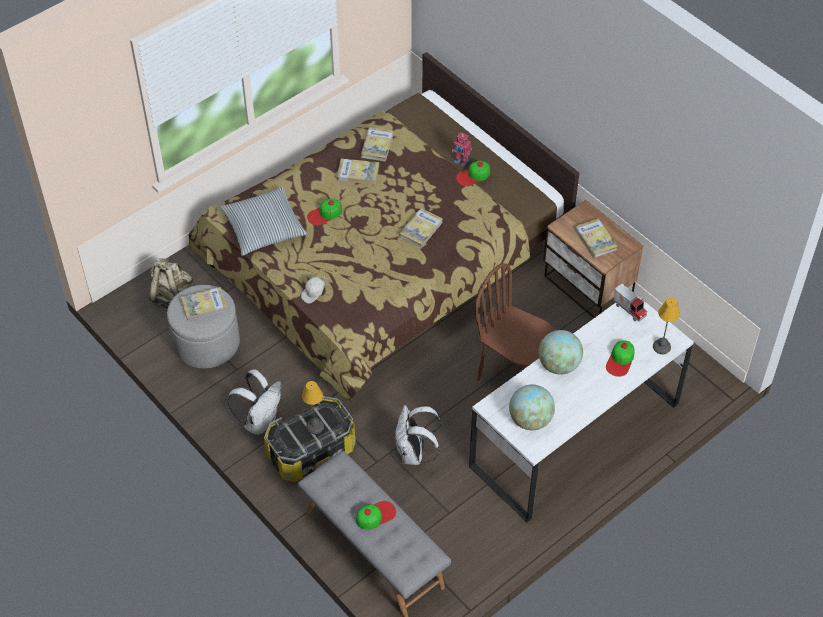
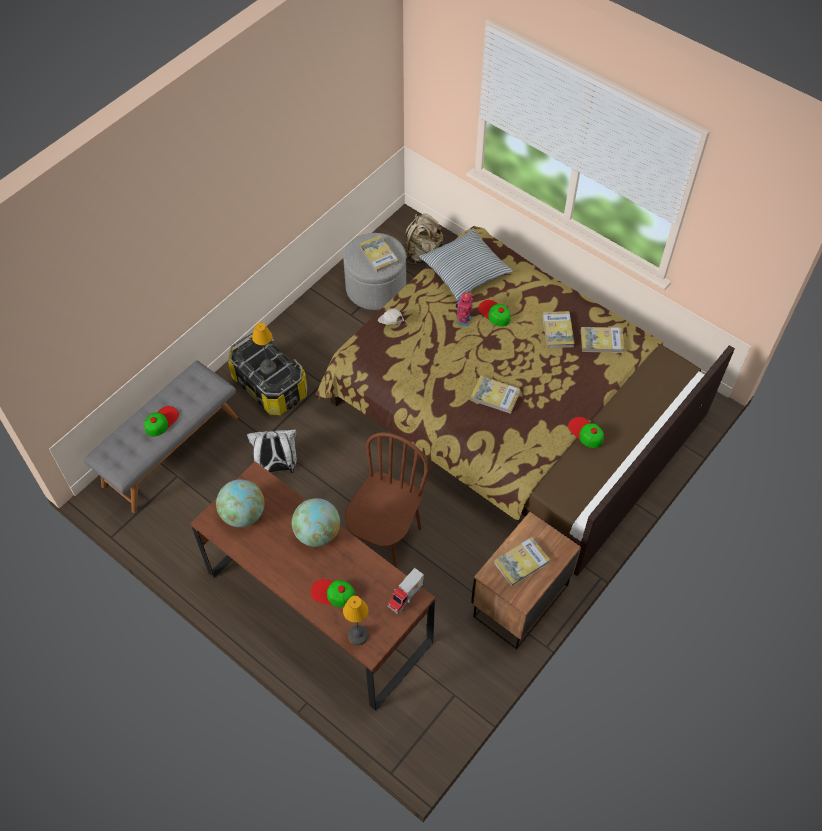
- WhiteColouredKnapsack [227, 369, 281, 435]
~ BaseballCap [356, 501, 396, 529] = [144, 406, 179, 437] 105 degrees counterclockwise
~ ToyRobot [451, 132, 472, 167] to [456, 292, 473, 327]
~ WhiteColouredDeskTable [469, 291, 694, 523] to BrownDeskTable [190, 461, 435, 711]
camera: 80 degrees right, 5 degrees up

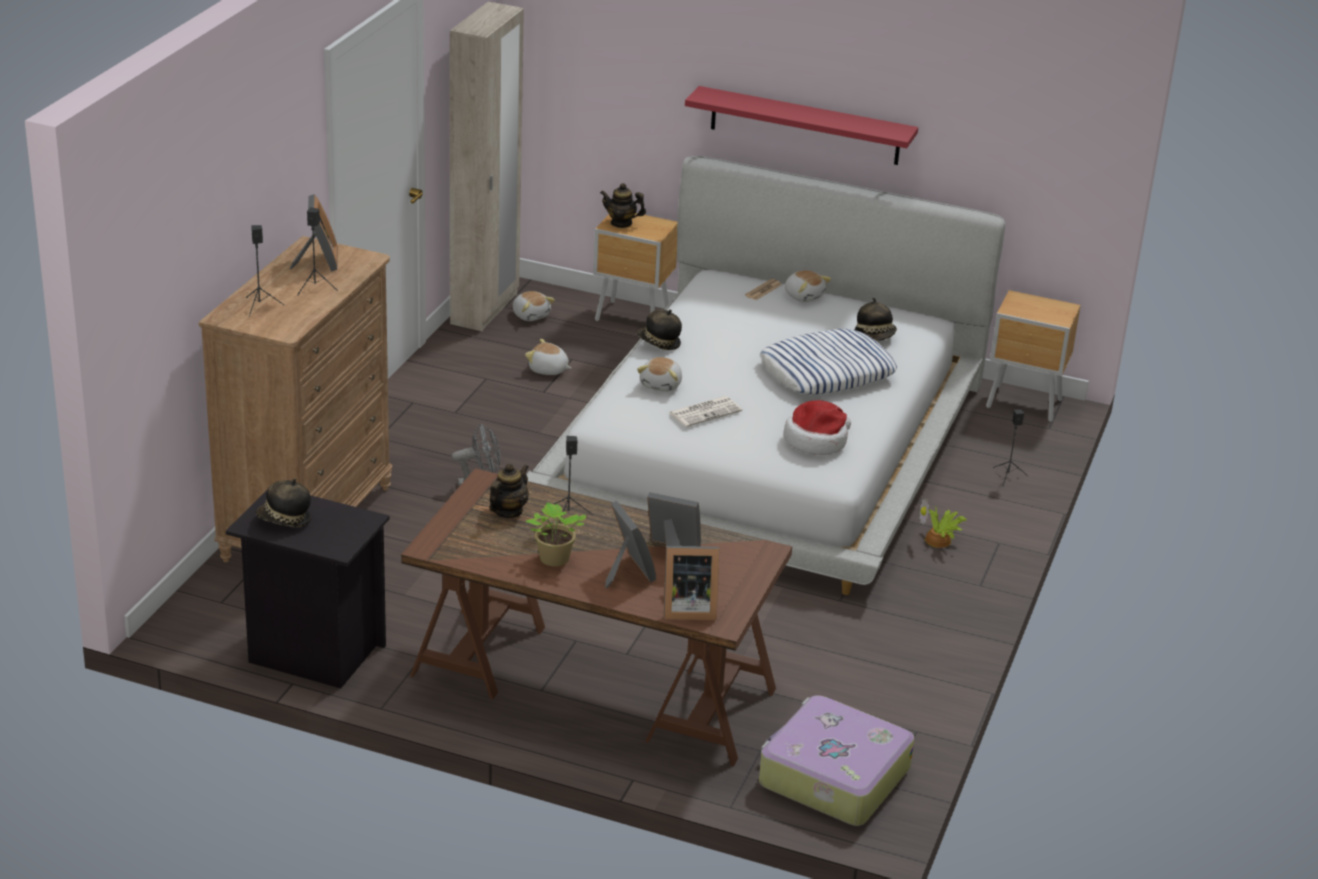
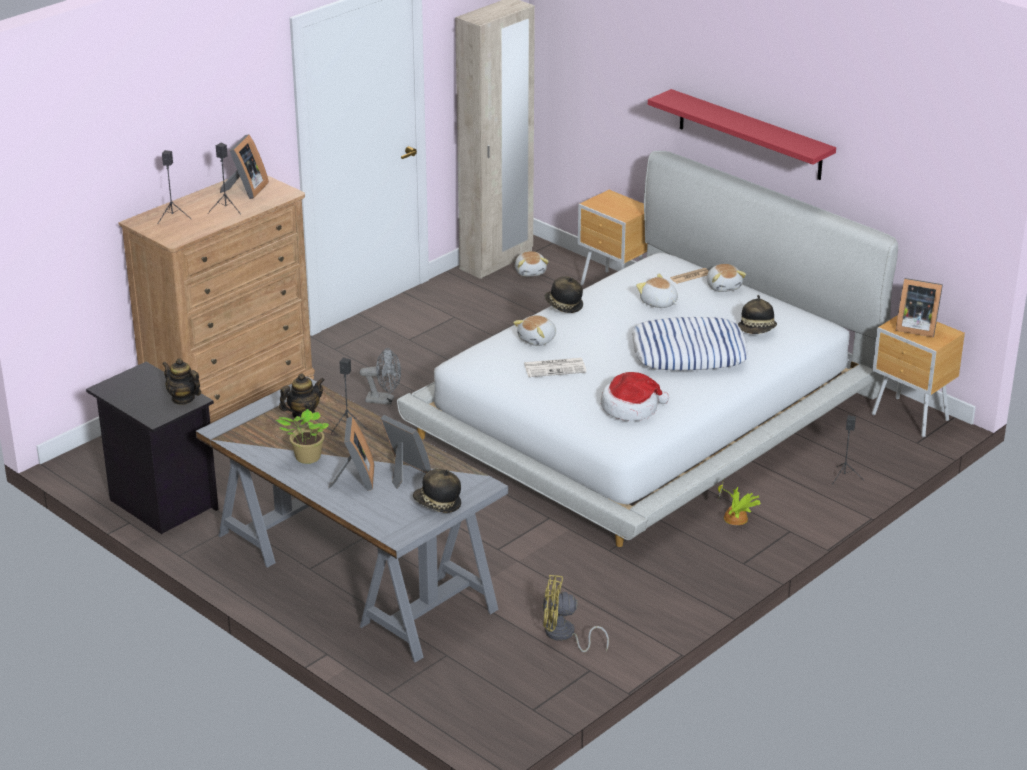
~ WearableHat [256, 479, 311, 527] to [413, 469, 461, 513]
~ BrownDeskTable [401, 468, 792, 766] to GrayDeskTable [196, 376, 508, 663]
~ PlushToy [525, 339, 571, 375] to [636, 274, 678, 308]
~ Teapot [600, 183, 646, 228] to [162, 358, 201, 405]
~ PhotoFrame [664, 546, 719, 620] to [896, 278, 943, 337]
- PieceOfLuggage [759, 695, 915, 826]
+ YellowColouredElectricFan [543, 575, 609, 652]
camera: 25 degrees right, 0 degrees up

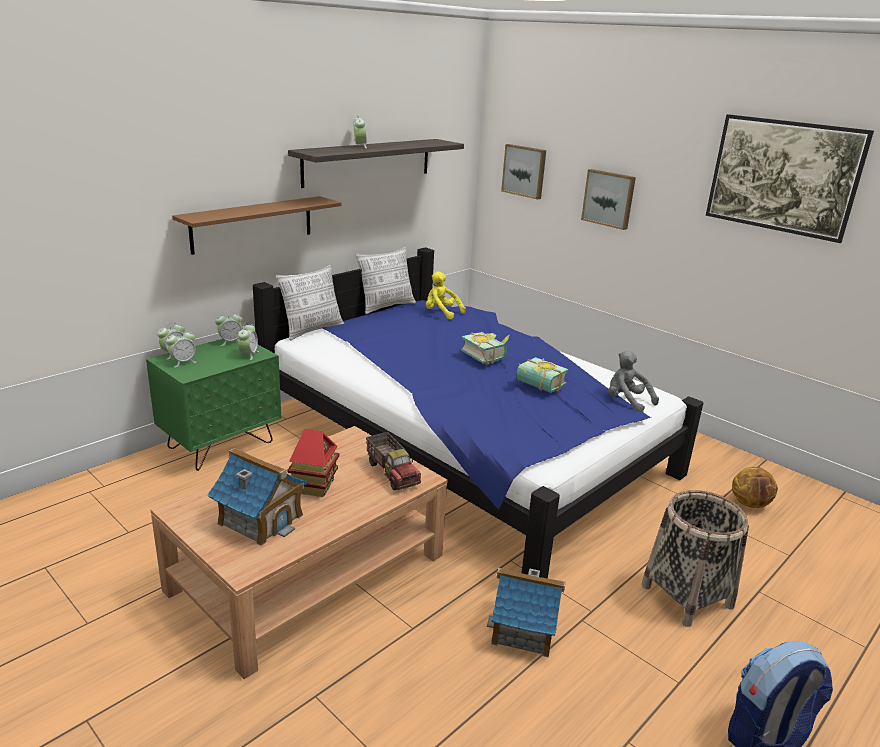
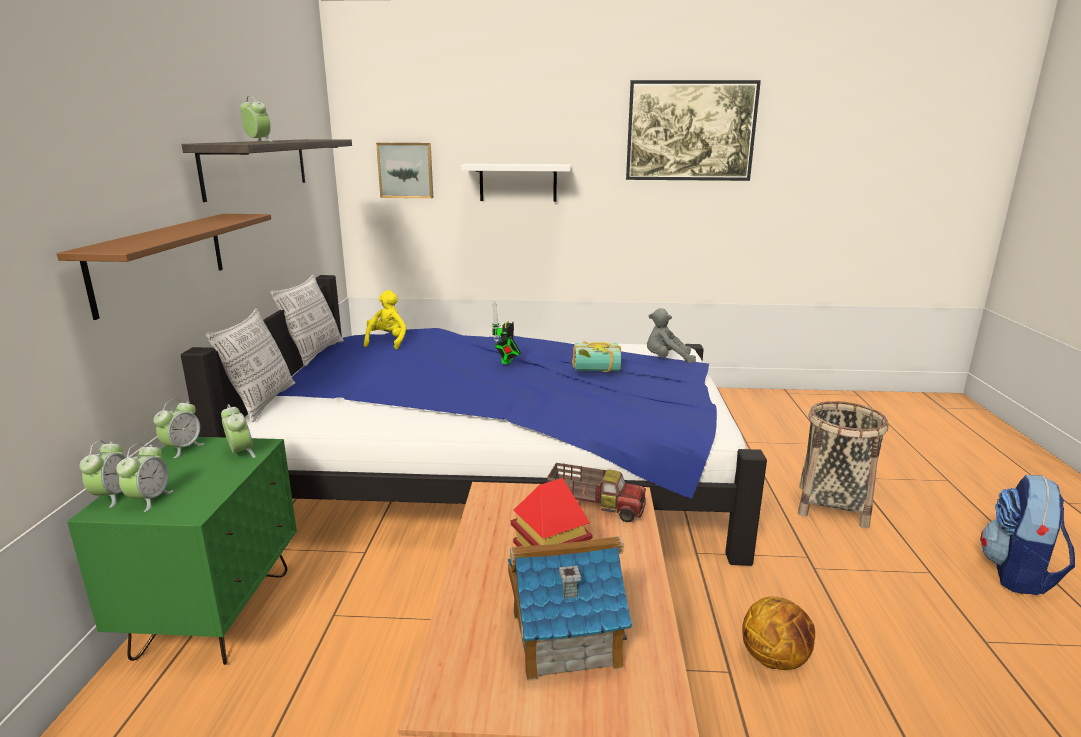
~ YellowColouredPlushToy [426, 271, 466, 319] = [364, 290, 406, 349] 105 degrees clockwise
~ Volume [461, 332, 510, 365] to ToyRobot [491, 302, 521, 364]
- ModelHouse [487, 568, 565, 657]
~ Picture [581, 169, 636, 230] to WhiteColouredShelf [461, 163, 571, 202]
~ BallForBasketball [732, 467, 778, 508] to [742, 596, 815, 670]
camera: 40 degrees left, 5 degrees down

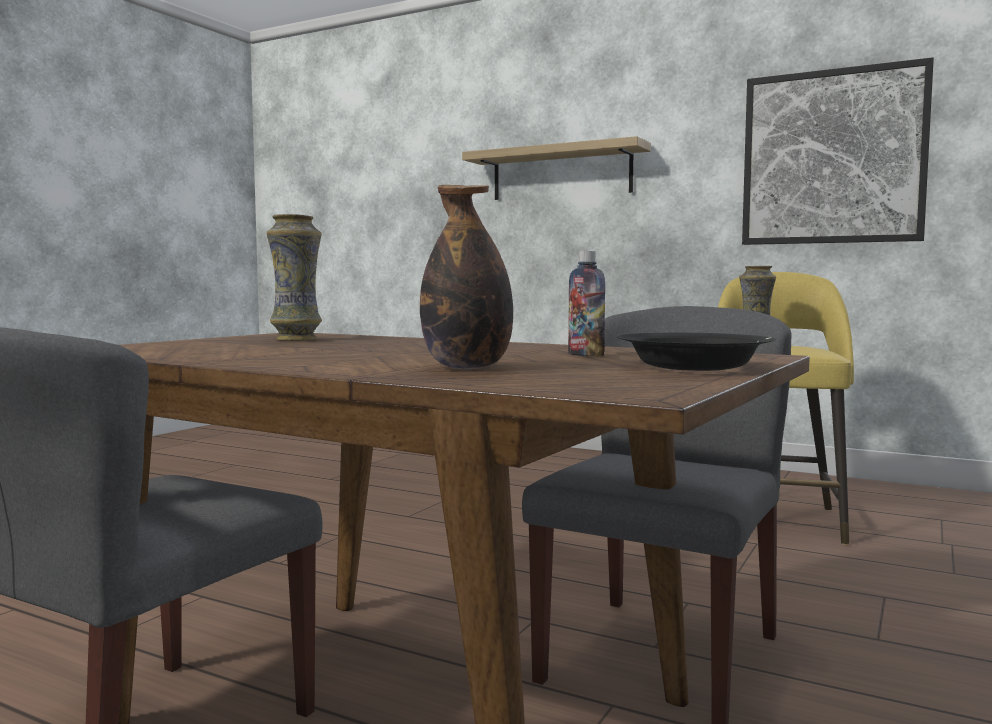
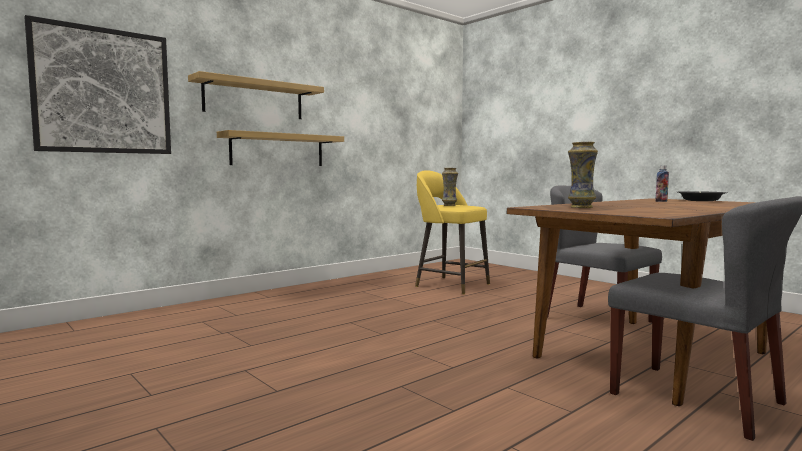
- Bottle [420, 185, 513, 369]
~ Picture [742, 57, 934, 245] to [25, 15, 171, 154]
+ Shelf [217, 130, 344, 166]
camera: 70 degrees left, 0 degrees up

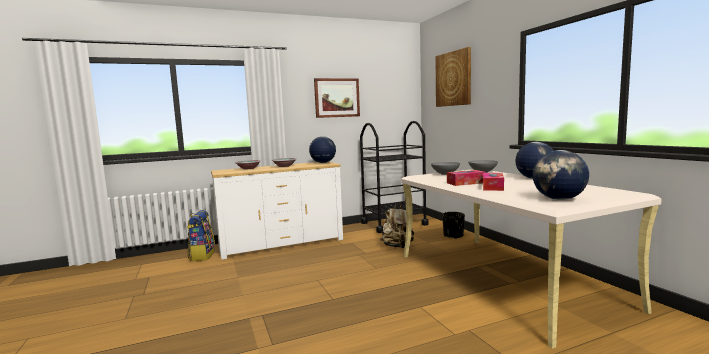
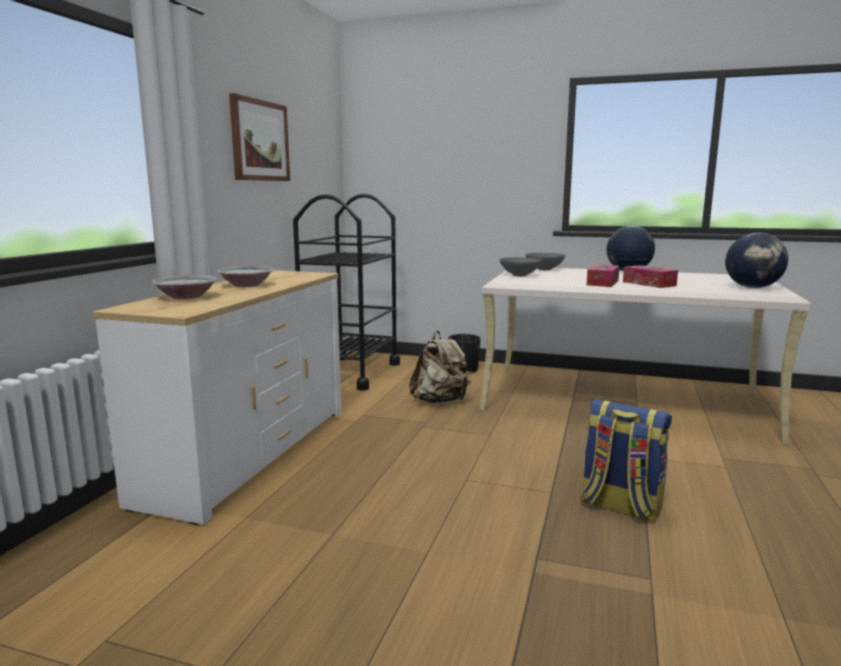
~ Knapsack [187, 210, 215, 261] to [580, 399, 672, 523]
- WorldGlobe [309, 136, 336, 163]
- Picture [436, 47, 471, 107]
camera: 50 degrees left, 5 degrees up

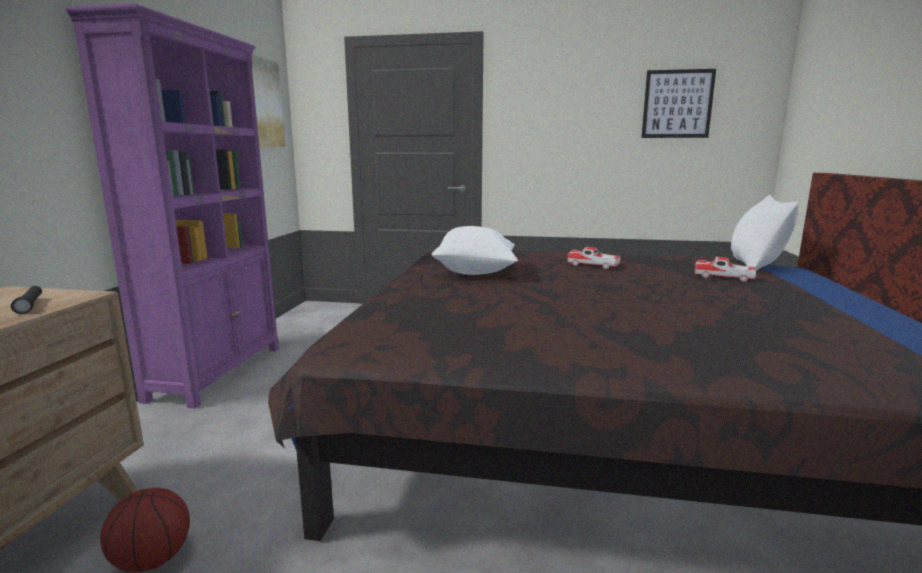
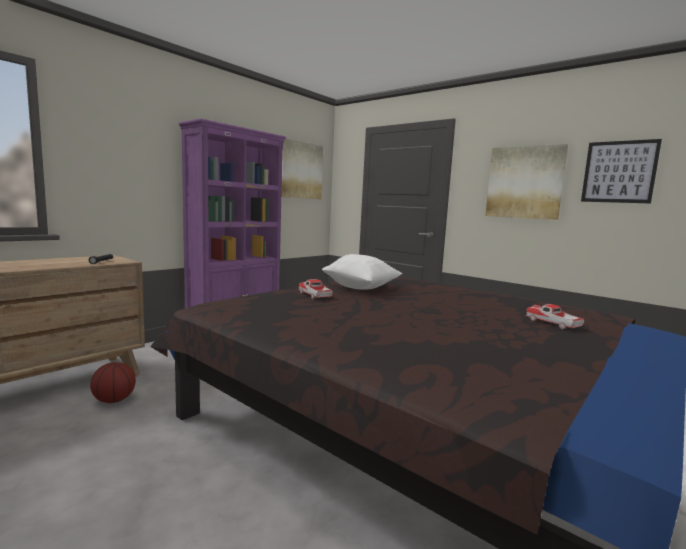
~ MiniatureCar [567, 247, 621, 269] to [298, 279, 333, 299]
- WhiteColouredPillow [731, 195, 798, 271]
+ Picture [485, 144, 568, 220]
camera: 30 degrees right, 5 degrees down

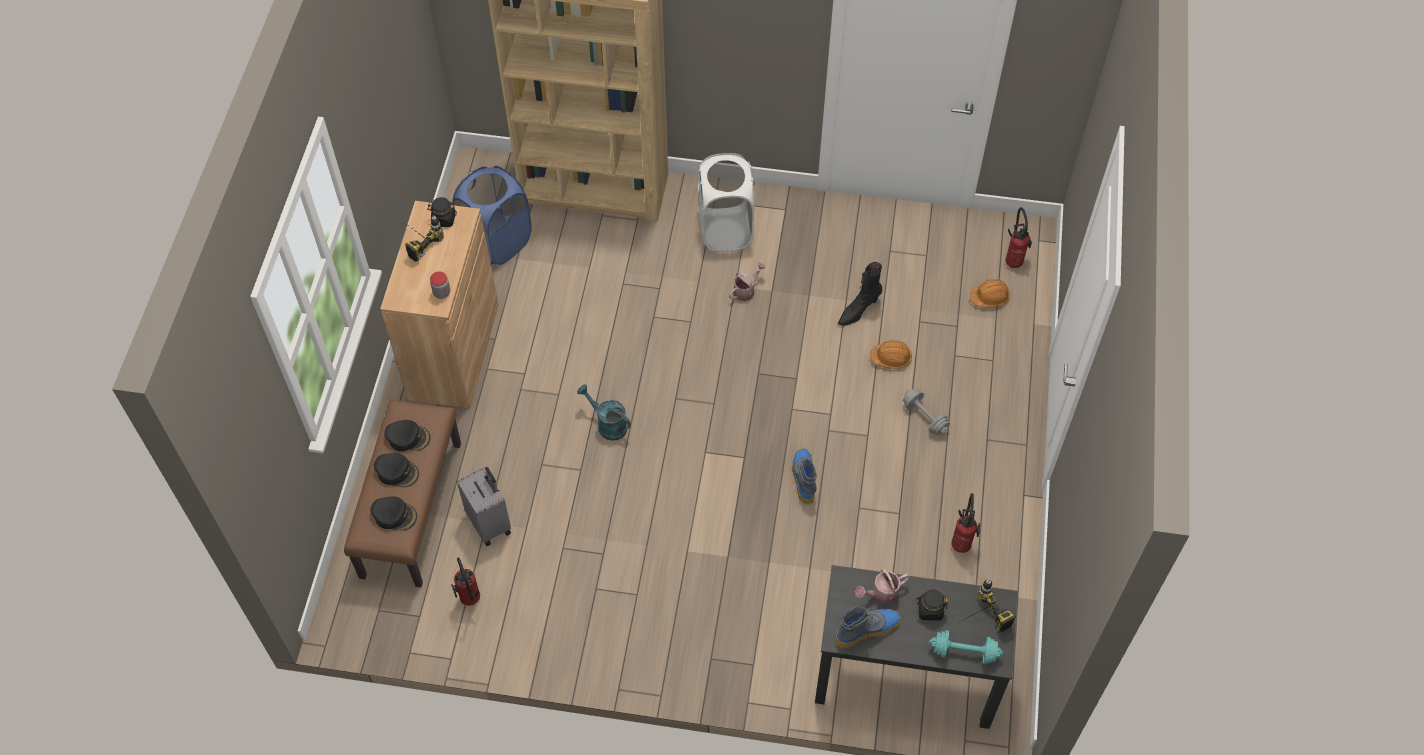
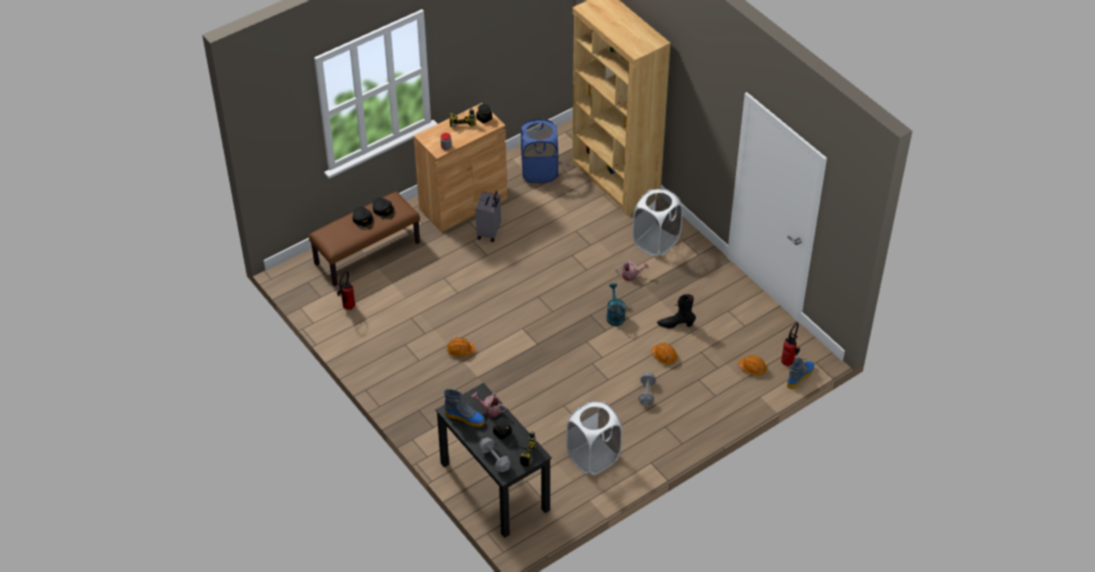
- BlackishBaseballCap [370, 497, 417, 530]
~ GrayPieceOfLuggage [457, 467, 511, 546] to [476, 191, 501, 242]
~ TurquoiseColouredWateringCan [577, 384, 631, 441] to [606, 283, 626, 326]
~ HighTopBoot [792, 448, 817, 504] to [787, 358, 814, 389]
~ TurquoiseColouredDumbbell [929, 630, 1003, 664] to GrayDumbbell [479, 438, 511, 472]
~ FireExtinguisher [951, 493, 980, 553] to WhiteColouredLaundryBasket [566, 401, 622, 475]
+ OrangeWorkHelmet [447, 338, 475, 357]
camera: 45 degrees right, 10 degrees down

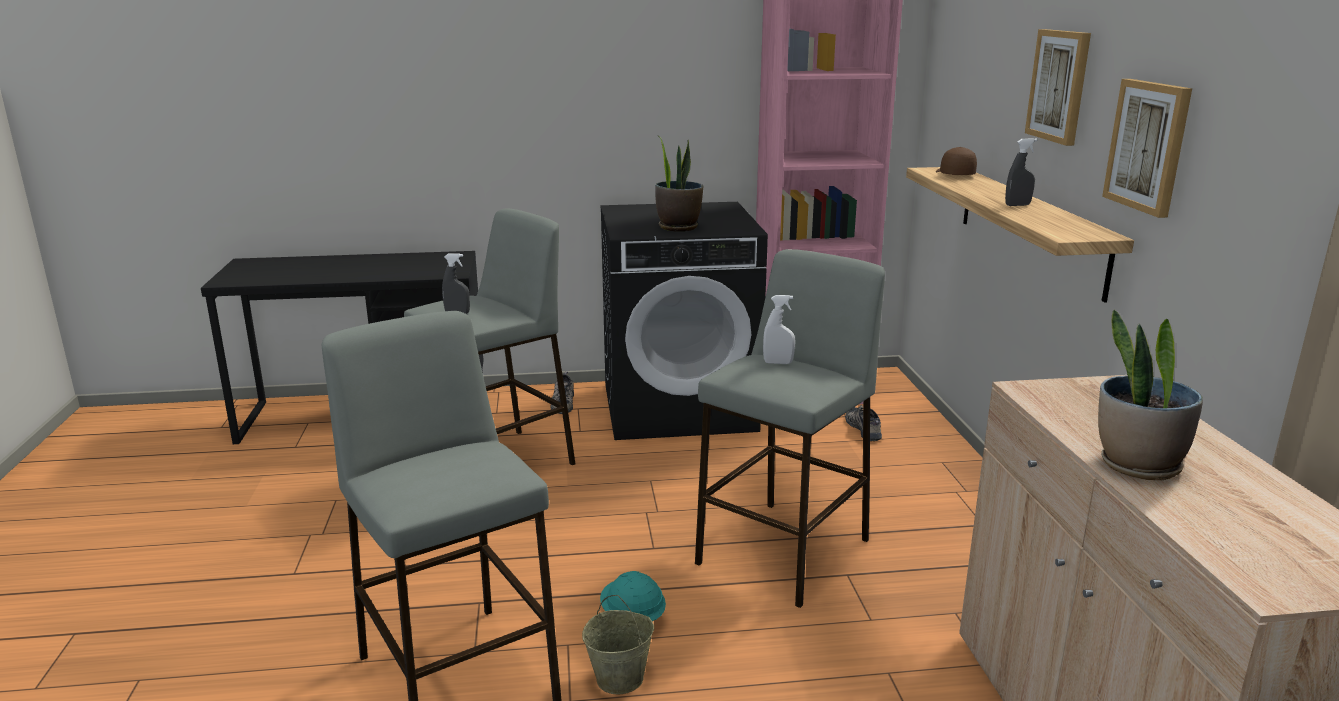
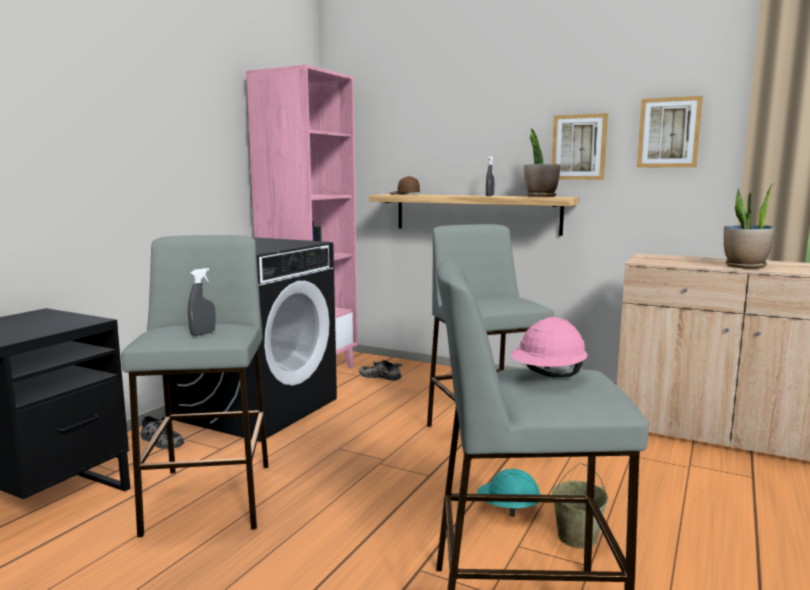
~ Houseplant [655, 136, 703, 232] to [523, 128, 560, 197]
- WhiteColouredHandSprayer [763, 295, 795, 364]
~ Picture [1025, 29, 1091, 146] to [637, 96, 703, 167]
+ PinkWorkHelmet [511, 317, 588, 378]
camera: 55 degrees left, 10 degrees down

